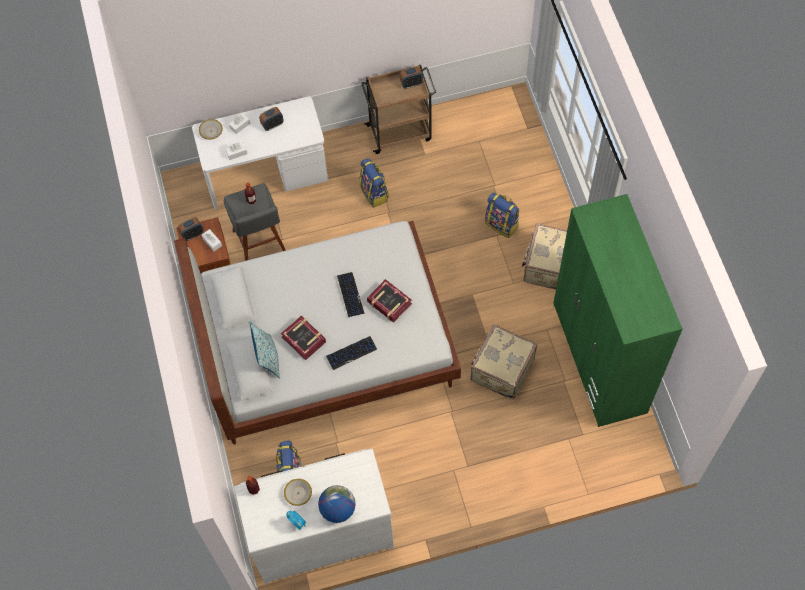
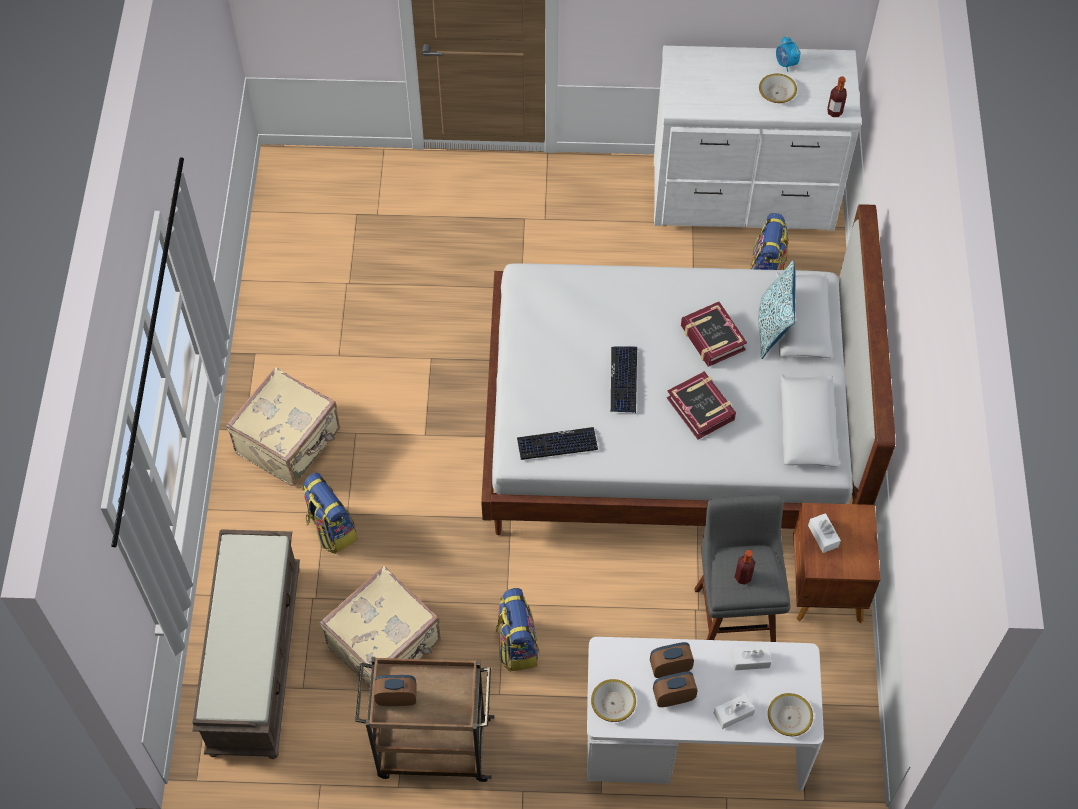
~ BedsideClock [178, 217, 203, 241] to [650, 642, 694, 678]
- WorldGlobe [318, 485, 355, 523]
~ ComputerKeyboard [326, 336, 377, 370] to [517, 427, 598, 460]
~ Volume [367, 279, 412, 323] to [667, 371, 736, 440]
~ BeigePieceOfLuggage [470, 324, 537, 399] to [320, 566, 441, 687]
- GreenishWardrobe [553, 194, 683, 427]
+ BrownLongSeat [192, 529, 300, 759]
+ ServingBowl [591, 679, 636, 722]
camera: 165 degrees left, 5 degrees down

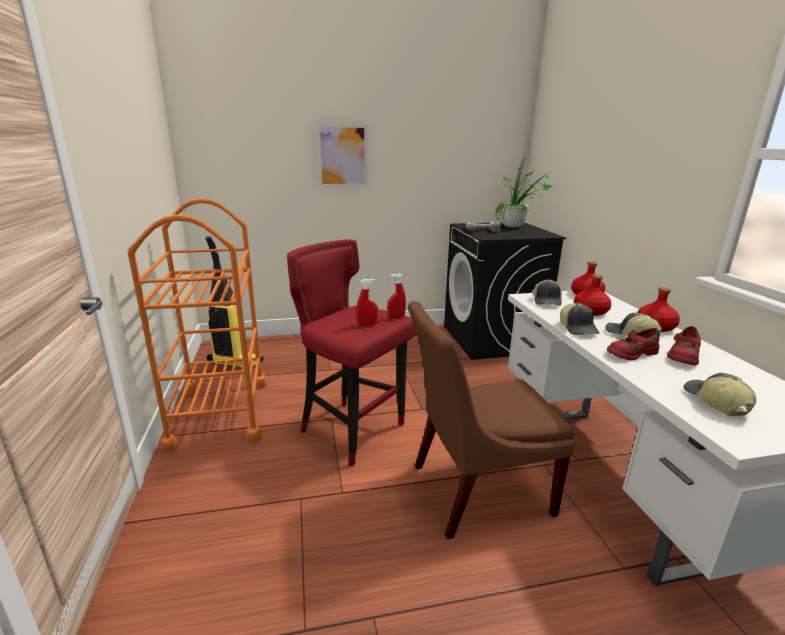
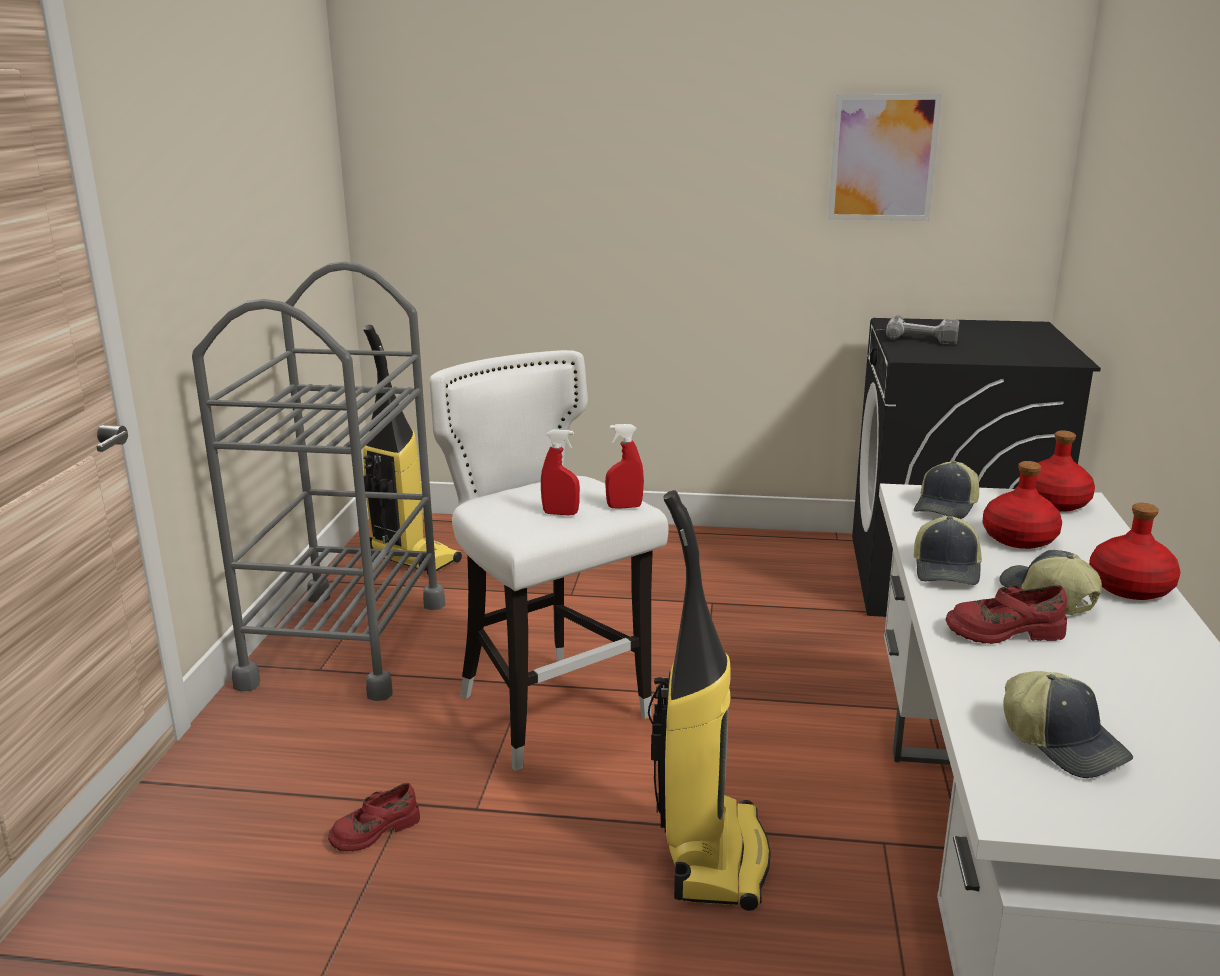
~ OrangeWheeledCart [128, 198, 267, 453] to GrayWheeledCart [192, 261, 445, 701]
~ RedStool [287, 239, 416, 467] to WhiteColouredStool [429, 350, 669, 771]
~ Picture [317, 124, 367, 187] to [828, 94, 942, 221]
~ BrownUprightChair [408, 301, 575, 539] to VacuumCleaner [648, 490, 771, 911]
- Houseplant [494, 152, 552, 228]
~ RedItemOfFootwear [667, 326, 701, 366] to [328, 783, 420, 852]
~ BaseballCap [683, 373, 756, 416] = [1003, 671, 1133, 778] 135 degrees clockwise
camera: 20 degrees right, 0 degrees up

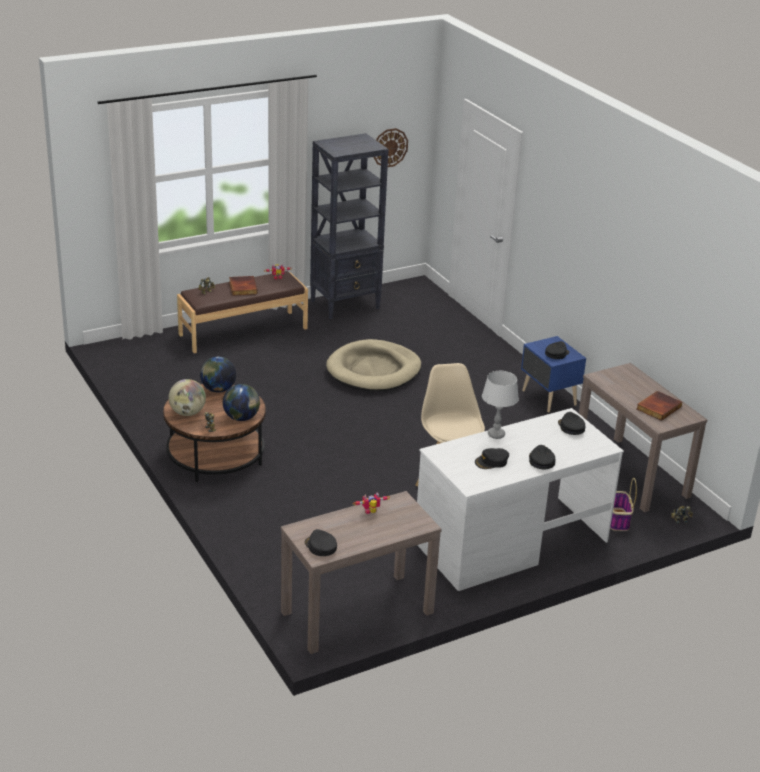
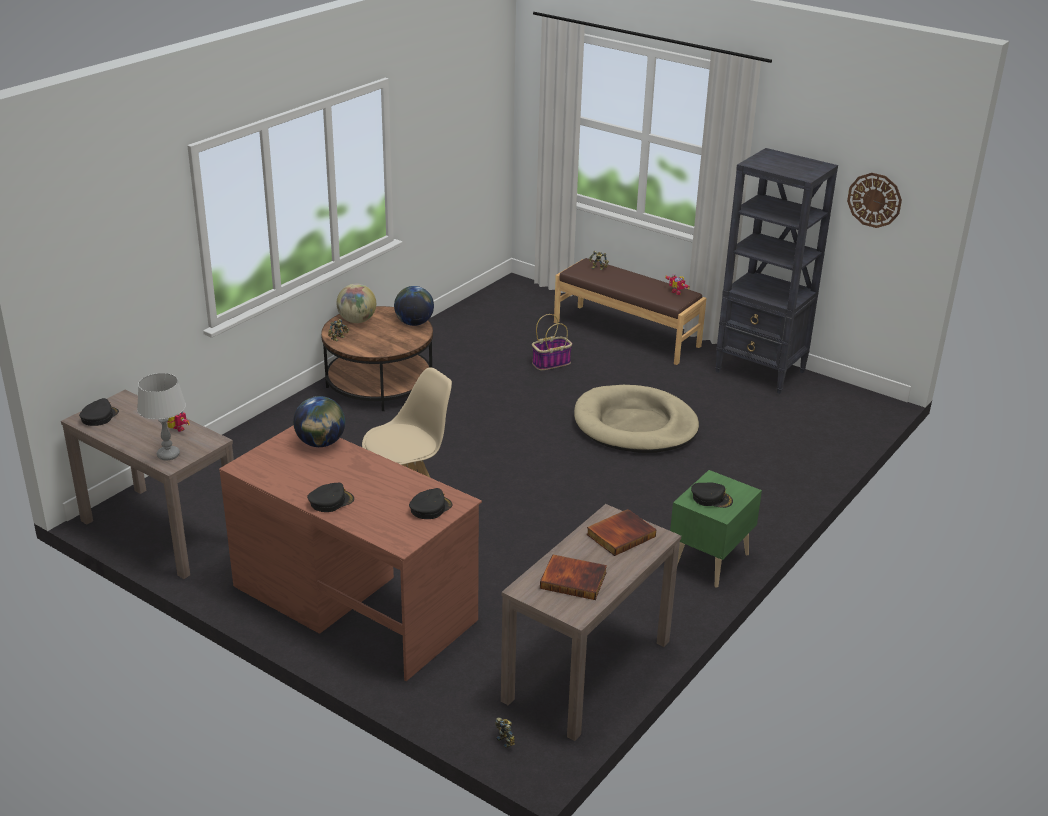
~ WorldGlobe [223, 384, 260, 421] to [293, 396, 345, 447]
~ Volume [229, 276, 257, 296] to [586, 509, 657, 556]
~ WhiteColouredDeskTable [417, 408, 624, 591] to BrownDeskTable [219, 425, 482, 681]
- BlackishBaseballCap [475, 448, 509, 469]
~ GrayTableLamp [482, 371, 519, 439] to [137, 373, 186, 460]
~ BluishNightTable [521, 336, 586, 413] to GreenishNightTable [670, 470, 762, 587]
~ StorageBasket [610, 478, 637, 531] to [532, 314, 572, 370]
camera: 65 degrees right, 0 degrees up

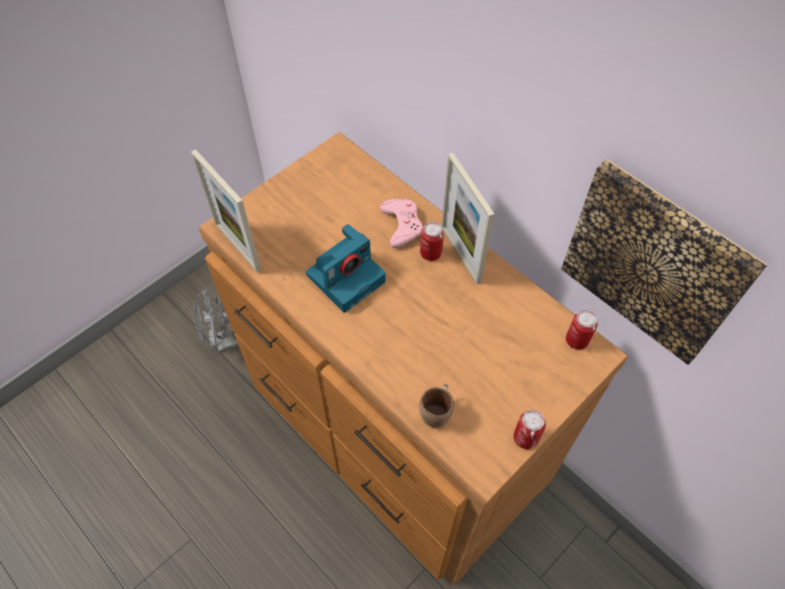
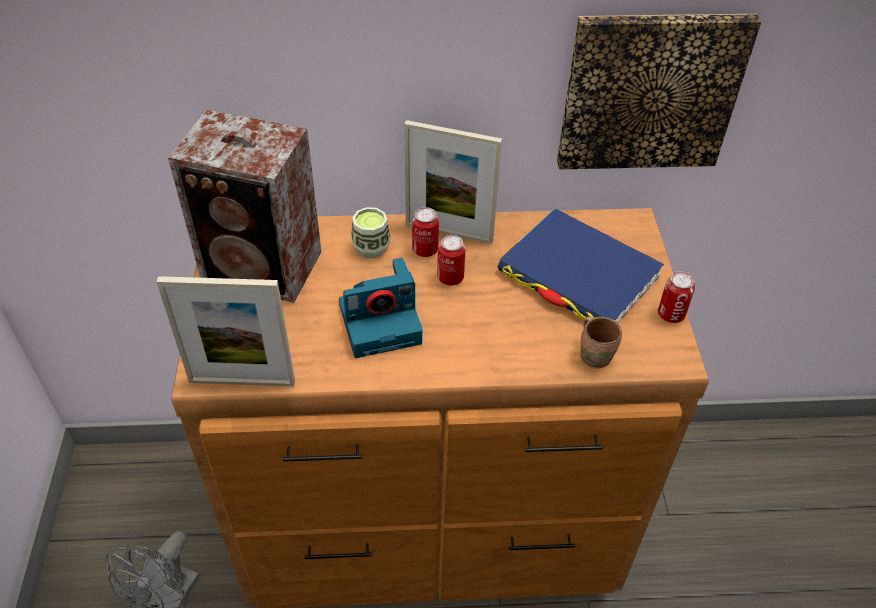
~ PhotoCamera [306, 224, 385, 313] = [339, 258, 422, 358] 75 degrees clockwise
~ PinkGamepad [380, 199, 423, 248] to DrinkingCup [351, 207, 391, 258]
~ MetalCan [566, 310, 598, 350] to [437, 235, 465, 285]
+ Loudspeaker [168, 110, 321, 303]
+ BluishVolume [498, 208, 664, 323]
camera: 50 degrees left, 10 degrees down

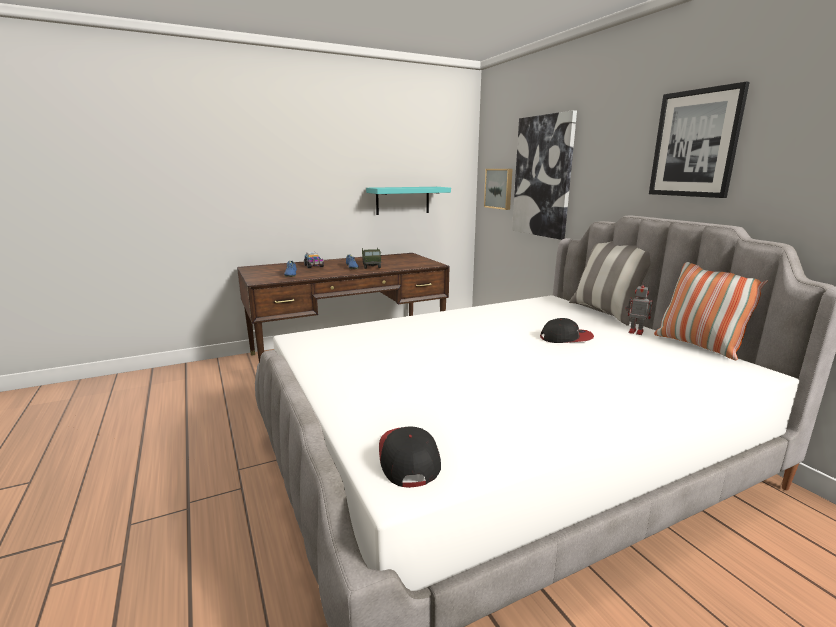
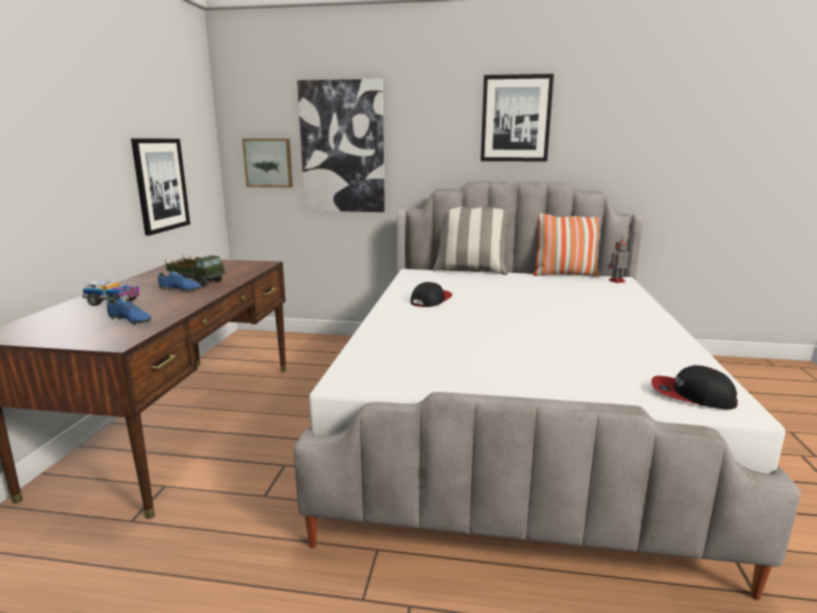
~ TurquoiseColouredShelf [366, 187, 451, 215] to Picture [131, 138, 190, 236]
~ BaseballCap [540, 318, 594, 343] to [411, 282, 452, 307]
~ ToyRobot [626, 281, 653, 335] to [608, 237, 629, 283]
camera: 55 degrees left, 0 degrees up

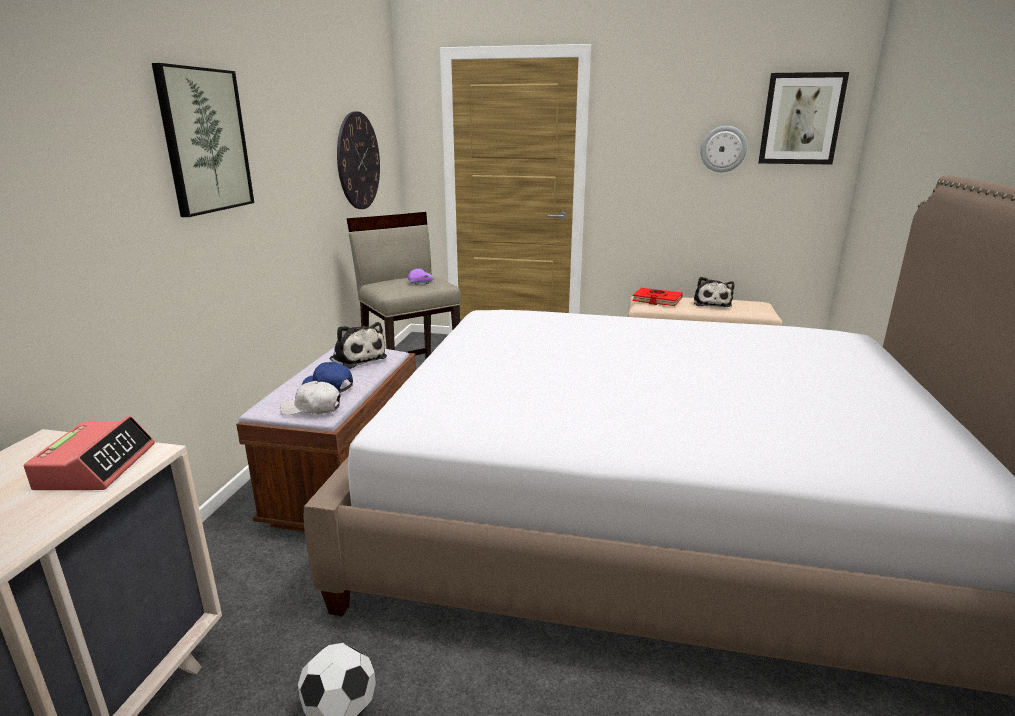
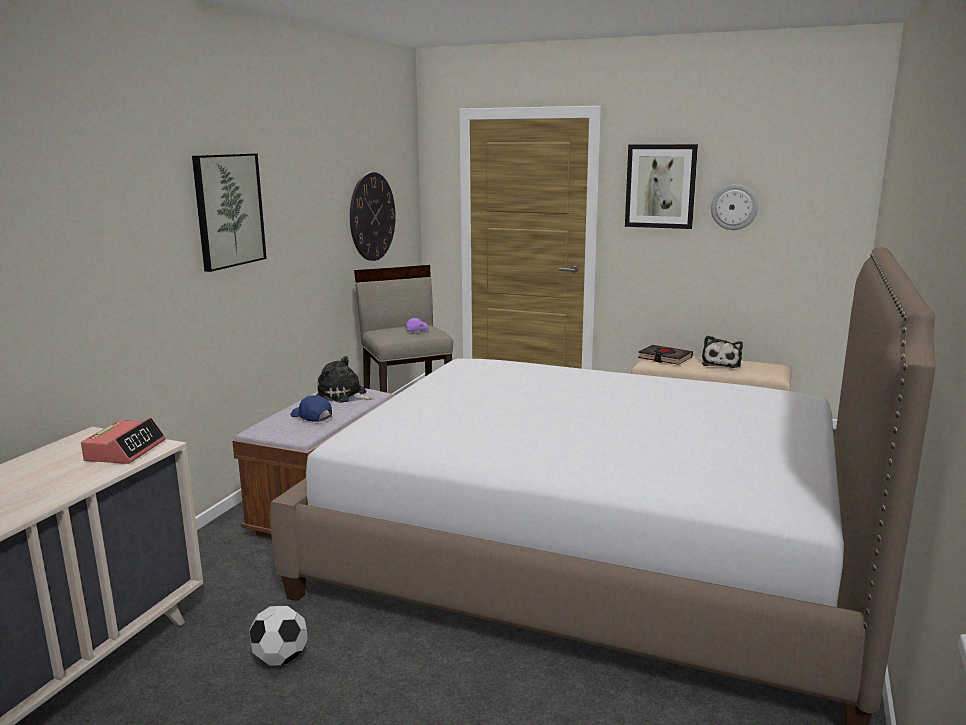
- WhiteColouredBaseballCap [280, 381, 340, 415]
~ PlushToy [330, 322, 387, 369] = [316, 356, 374, 403] 150 degrees clockwise
~ RedVolume [632, 288, 683, 306] to BlackishVolume [638, 345, 693, 365]
~ Picture [758, 72, 849, 165] to [625, 144, 698, 229]
camera: 10 degrees right, 5 degrees down

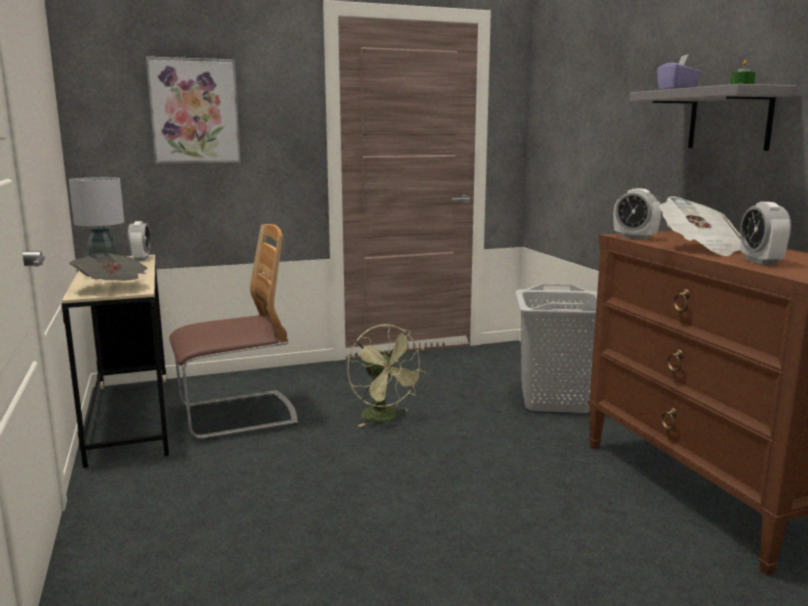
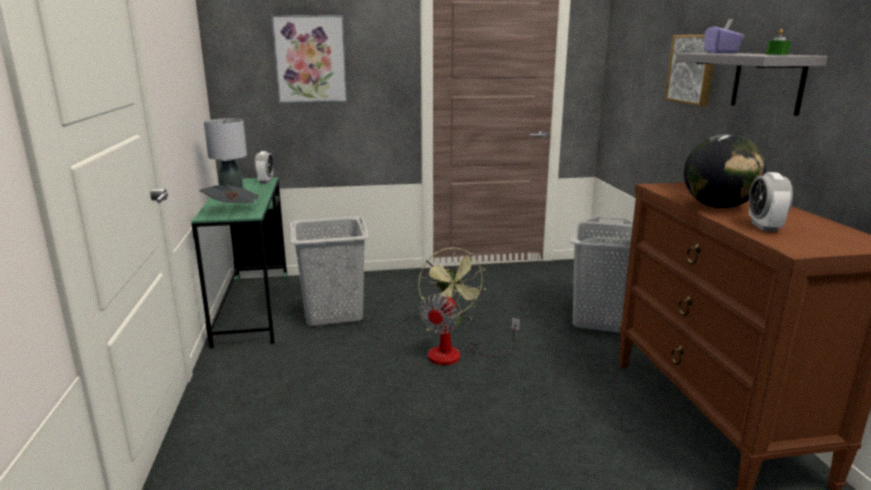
~ BeigeDeskTable [61, 255, 169, 468] to GreenishDeskTable [191, 177, 287, 348]
~ UprightChair [169, 224, 298, 440] to GrayLaundryBasket [290, 217, 370, 326]
- BedsideClock [613, 188, 661, 240]
~ Newspaper [659, 196, 741, 256] to WorldGlobe [684, 134, 766, 208]
+ ElectricFan [419, 294, 520, 365]
+ Picture [665, 34, 714, 106]
camera: 10 degrees right, 5 degrees up

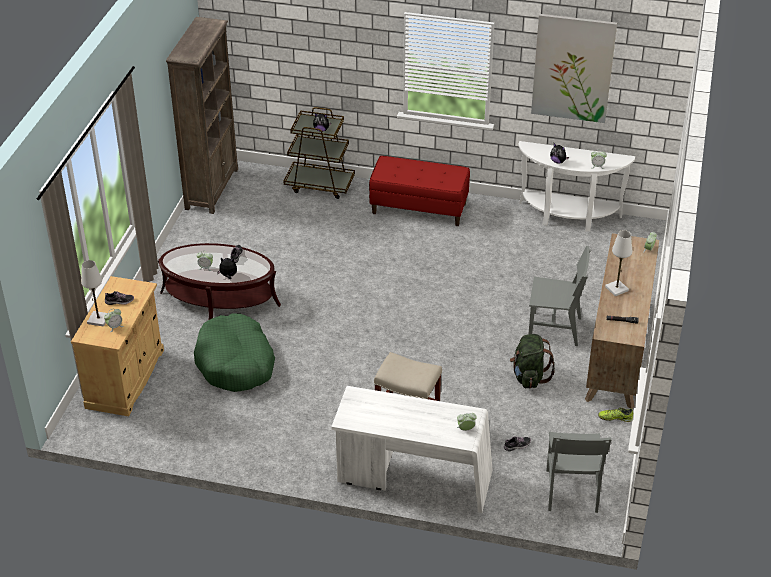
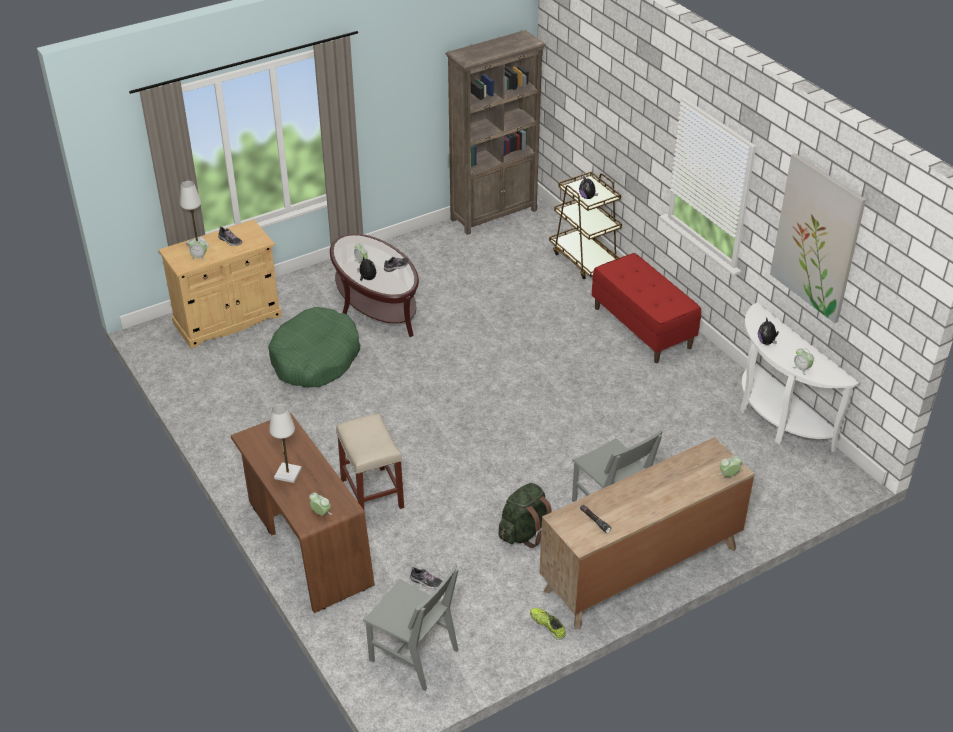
~ WhiteColouredDeskTable [331, 386, 493, 513] to BrownDeskTable [231, 412, 375, 613]
~ GrayUprightChair [546, 432, 612, 513] = [363, 563, 459, 691] 105 degrees counterclockwise
~ WhiteColouredTableLamp [605, 230, 632, 296] to [269, 404, 302, 483]
camera: 45 degrees right, 0 degrees up

